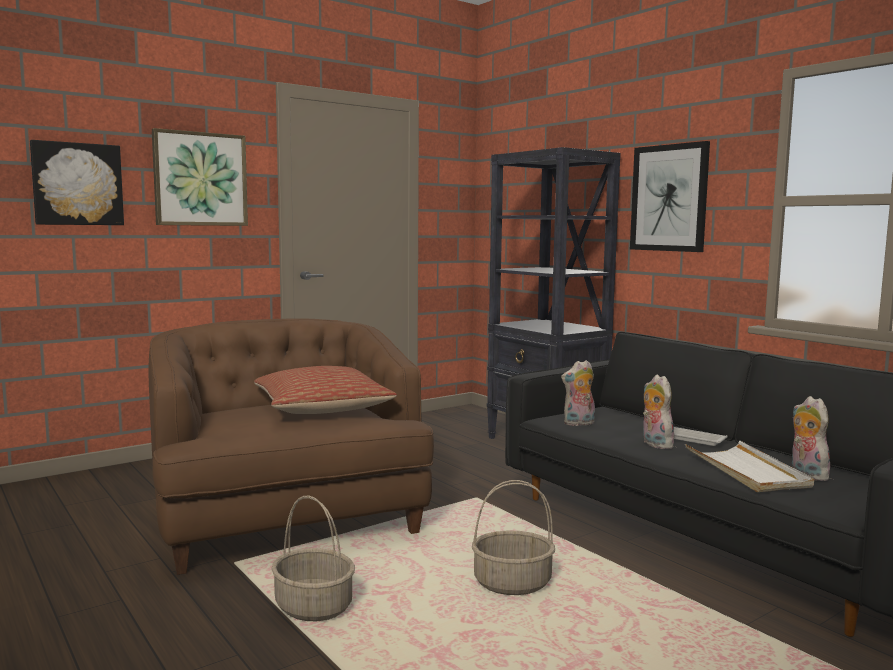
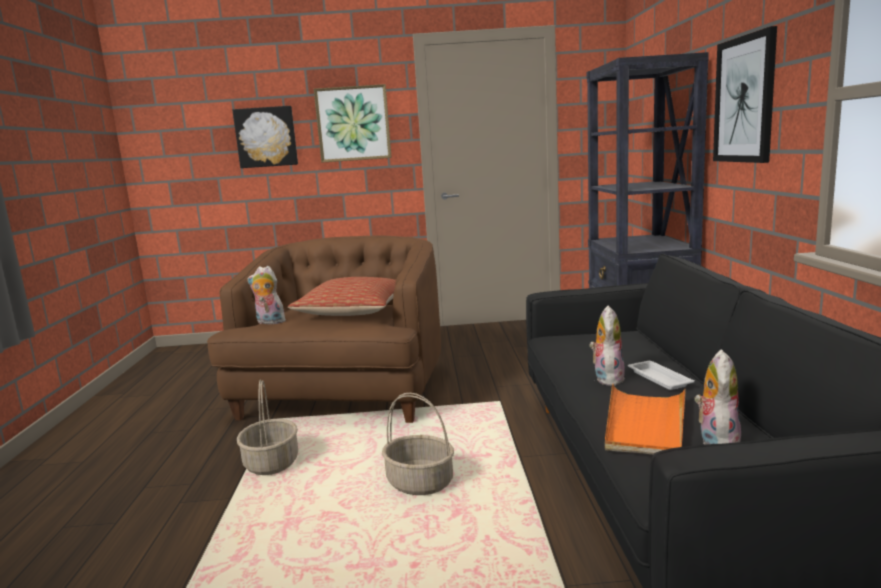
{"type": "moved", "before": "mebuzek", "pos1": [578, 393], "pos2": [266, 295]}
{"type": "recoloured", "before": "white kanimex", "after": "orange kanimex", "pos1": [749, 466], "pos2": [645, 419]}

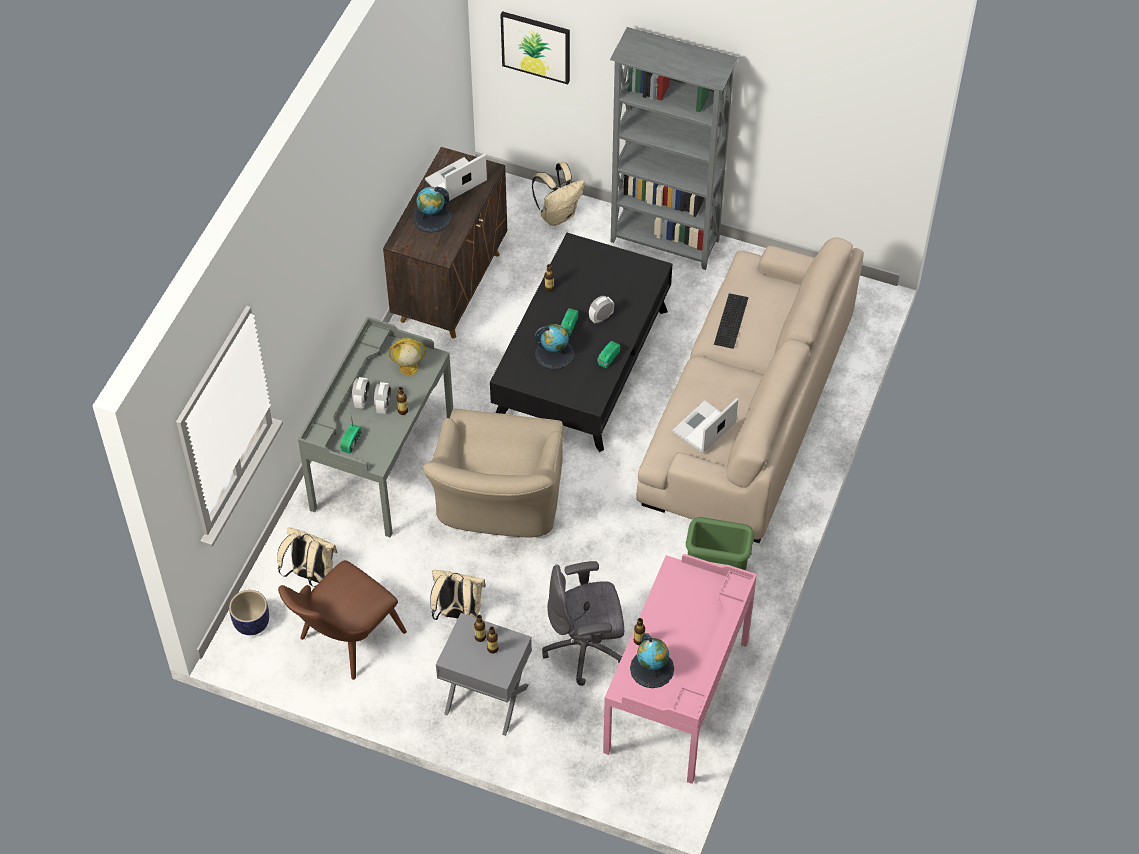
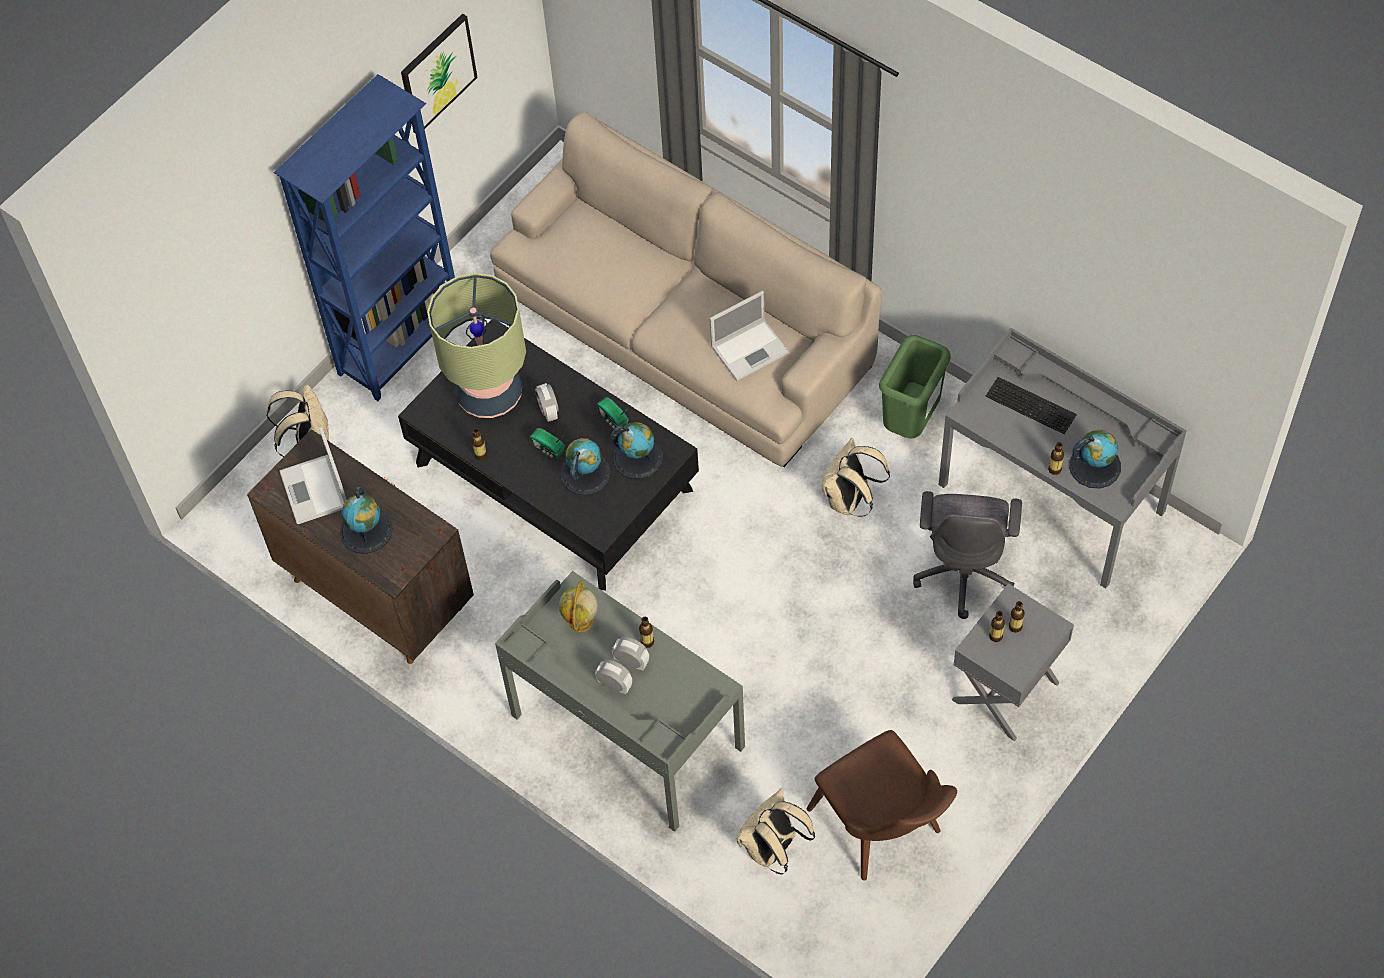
{"type": "removed", "before": "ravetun", "pos1": [249, 612]}
{"type": "removed", "before": "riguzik", "pos1": [351, 434]}
{"type": "removed", "before": "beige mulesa", "pos1": [493, 473]}
{"type": "added", "after": "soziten", "pos2": [476, 345]}
{"type": "added", "after": "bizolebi", "pos2": [637, 450]}
{"type": "moved", "before": "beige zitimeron", "pos1": [458, 595], "pos2": [856, 477]}
{"type": "moved", "before": "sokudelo", "pos1": [535, 47], "pos2": [439, 73]}
{"type": "moved", "before": "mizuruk", "pos1": [731, 321], "pos2": [1031, 405]}
{"type": "recoloured", "before": "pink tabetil", "after": "grey tabetil", "pos1": [680, 669], "pos2": [1062, 458]}
{"type": "recoloured", "before": "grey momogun", "after": "blue momogun", "pos1": [674, 148], "pos2": [364, 237]}
{"type": "turned", "before": "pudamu", "pos1": [705, 425], "pos2": [749, 336], "turn": -90}

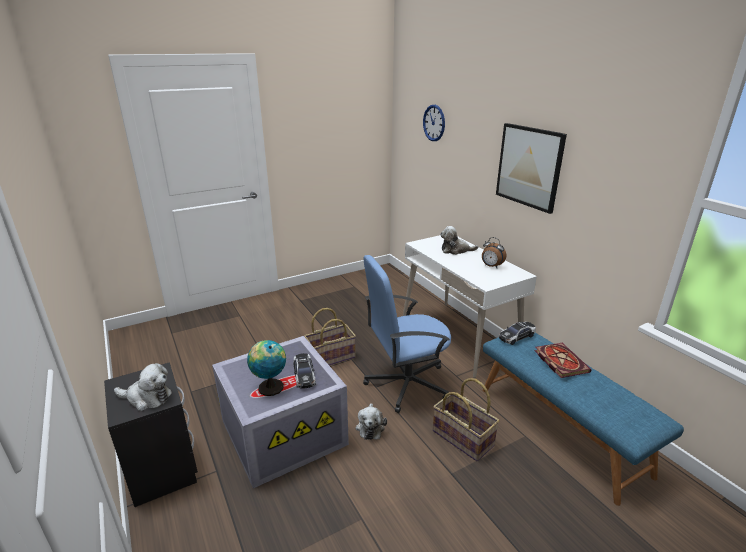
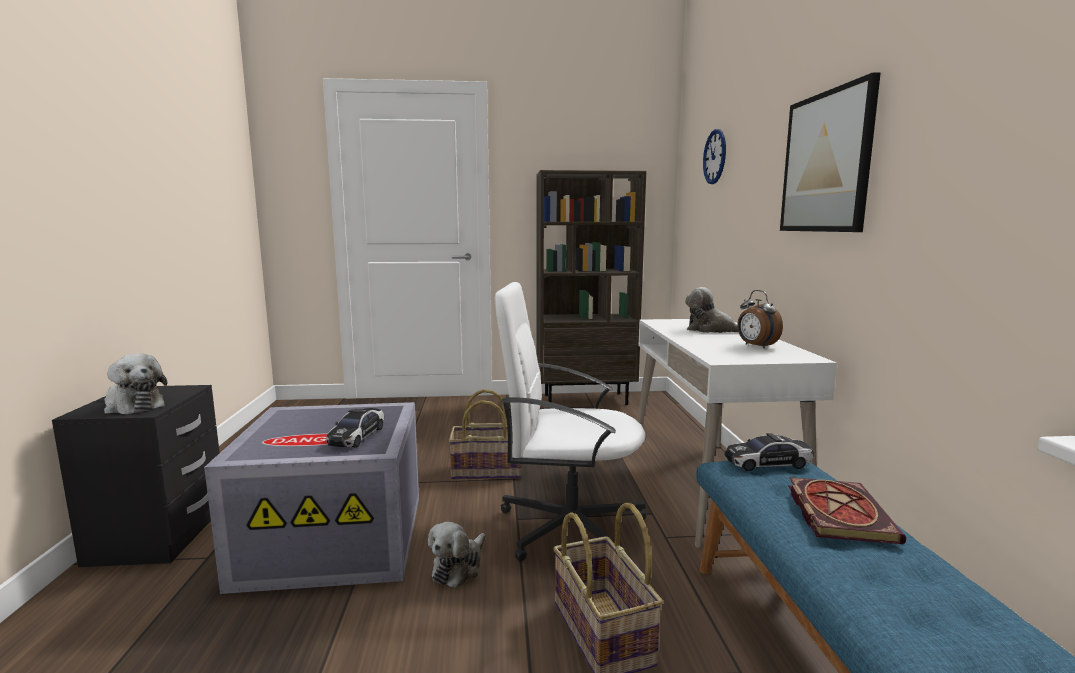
{"type": "removed", "before": "bizolebi", "pos1": [266, 368]}
{"type": "added", "after": "brown momogun", "pos2": [591, 287]}
{"type": "recoloured", "before": "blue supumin", "after": "white supumin", "pos1": [407, 334], "pos2": [570, 421]}

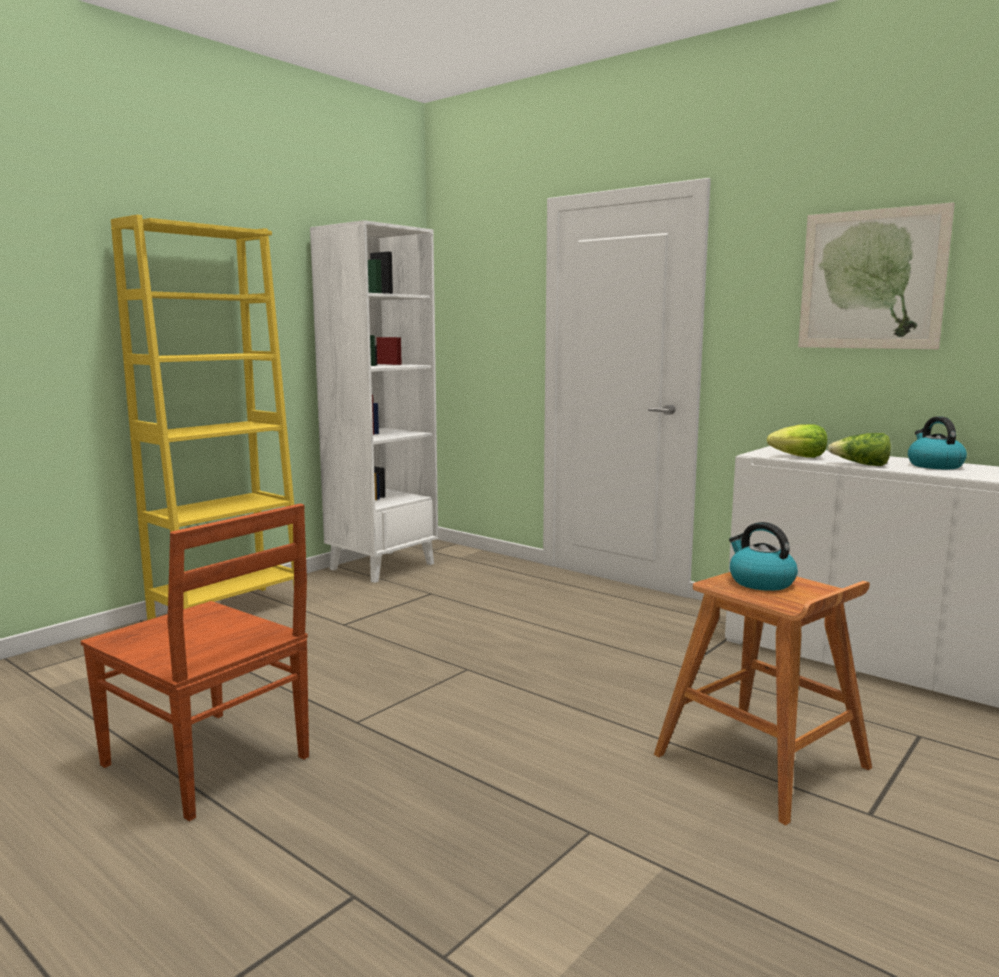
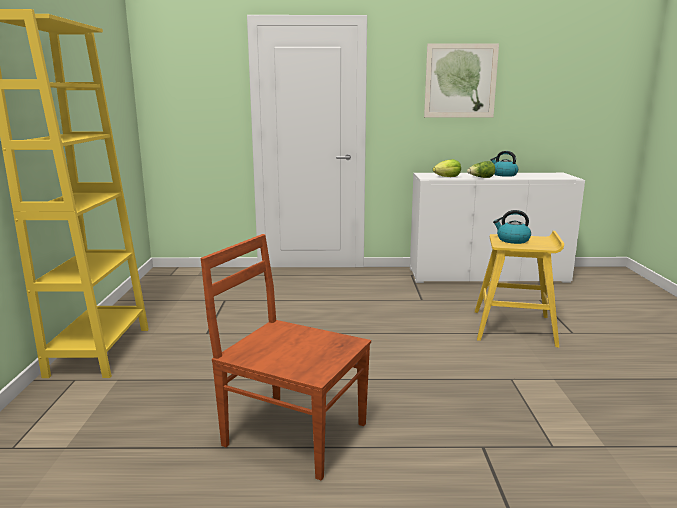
{"type": "removed", "before": "white momogun", "pos1": [374, 401]}
{"type": "recoloured", "before": "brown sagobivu", "after": "yellow sagobivu", "pos1": [763, 698], "pos2": [519, 289]}
{"type": "turned", "before": "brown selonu", "pos1": [195, 662], "pos2": [285, 357], "turn": -150}

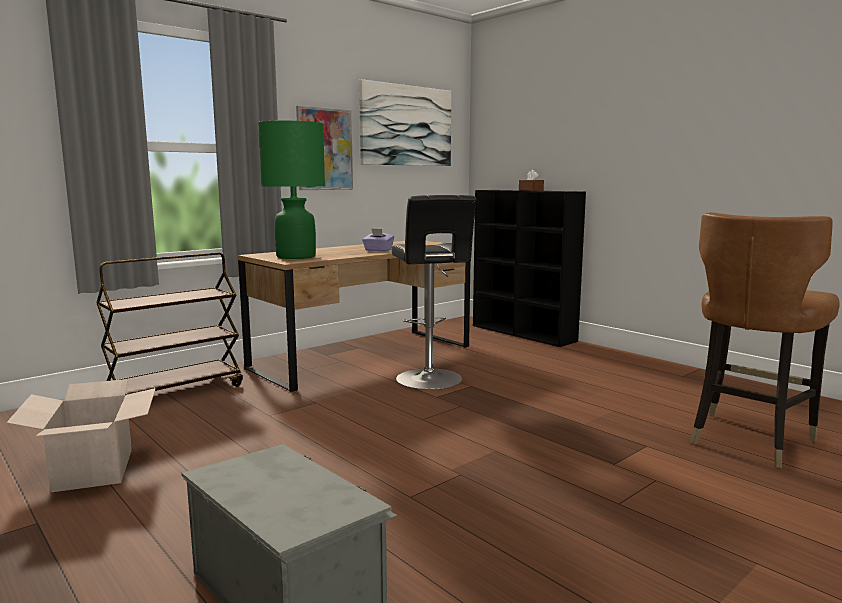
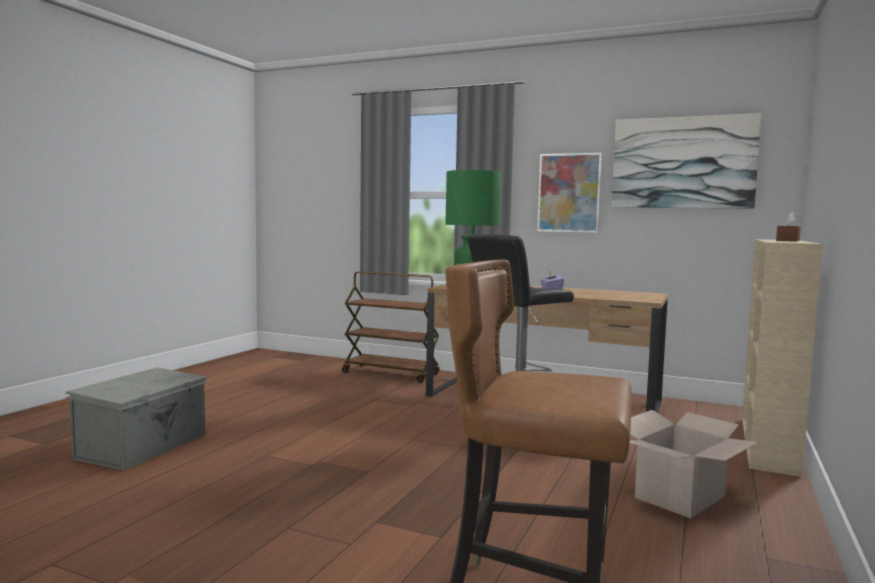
{"type": "moved", "before": "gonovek", "pos1": [81, 435], "pos2": [694, 464]}
{"type": "recoloured", "before": "black momogun", "after": "beige momogun", "pos1": [529, 268], "pos2": [782, 358]}

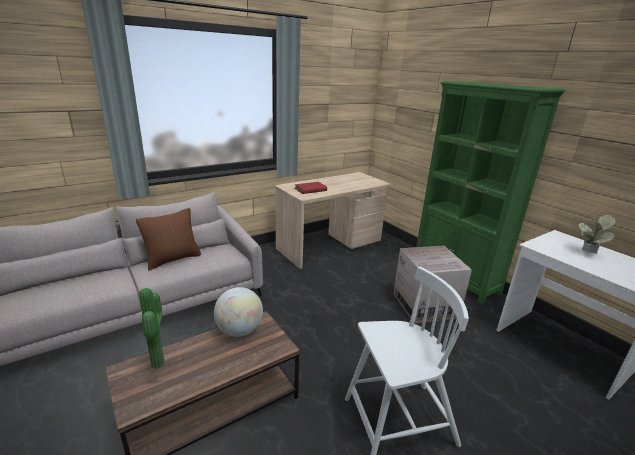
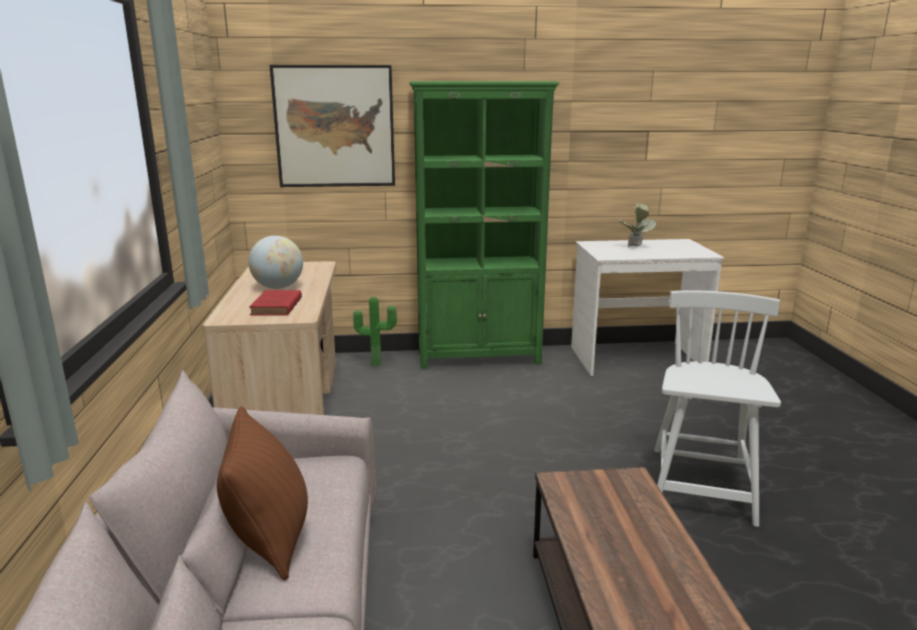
{"type": "removed", "before": "gonovek", "pos1": [432, 284]}
{"type": "added", "after": "sokudelo", "pos2": [332, 126]}
{"type": "moved", "before": "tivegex", "pos1": [152, 328], "pos2": [375, 332]}
{"type": "moved", "before": "bizolebi", "pos1": [238, 312], "pos2": [275, 262]}

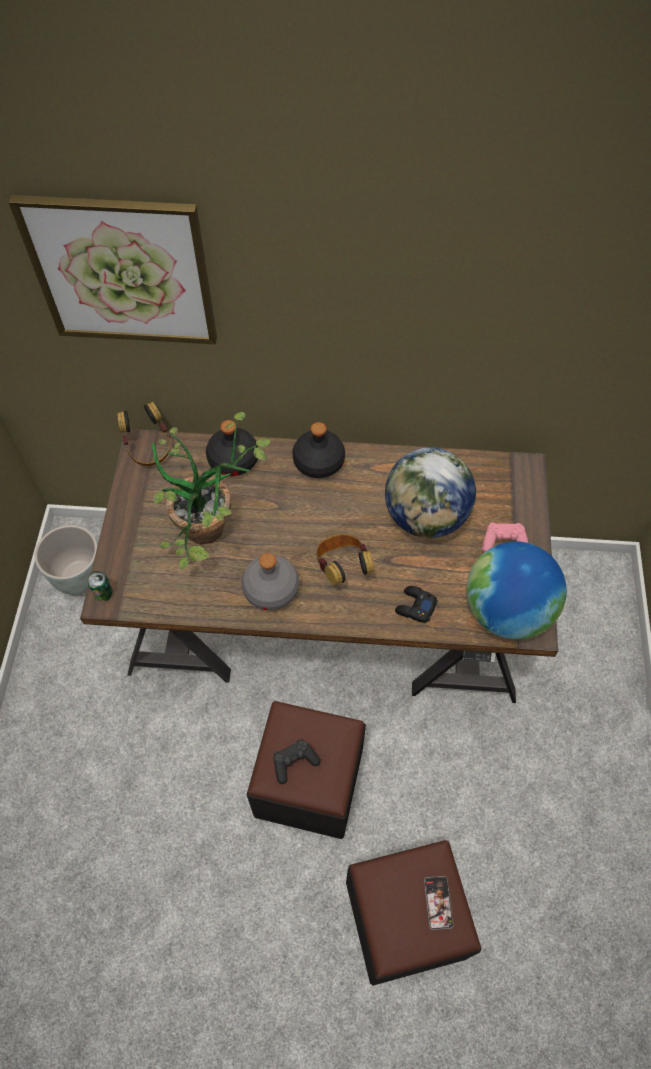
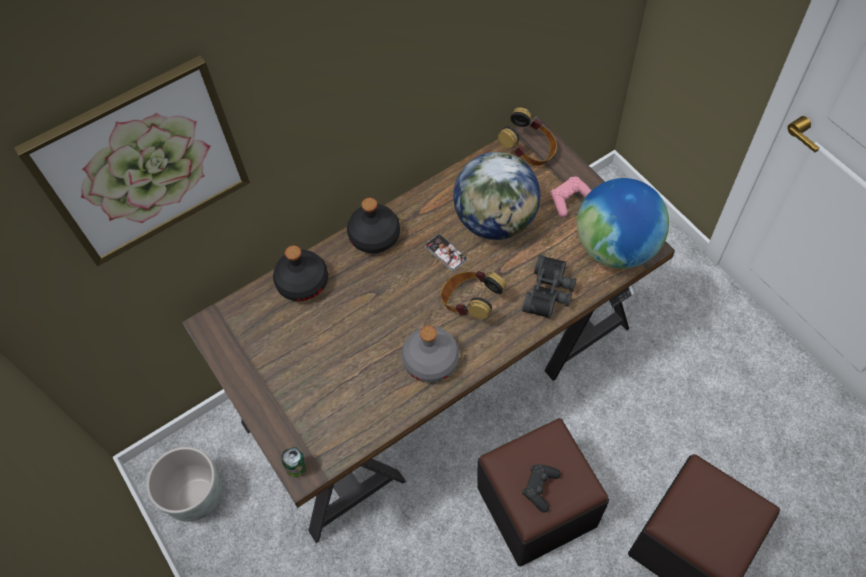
{"type": "removed", "before": "tivegex", "pos1": [211, 490]}
{"type": "moved", "before": "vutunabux", "pos1": [143, 434], "pos2": [527, 136]}
{"type": "moved", "before": "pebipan", "pos1": [438, 903], "pos2": [446, 252]}
{"type": "replaced", "before": "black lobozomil", "after": "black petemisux", "pos1": [416, 604], "pos2": [549, 287]}

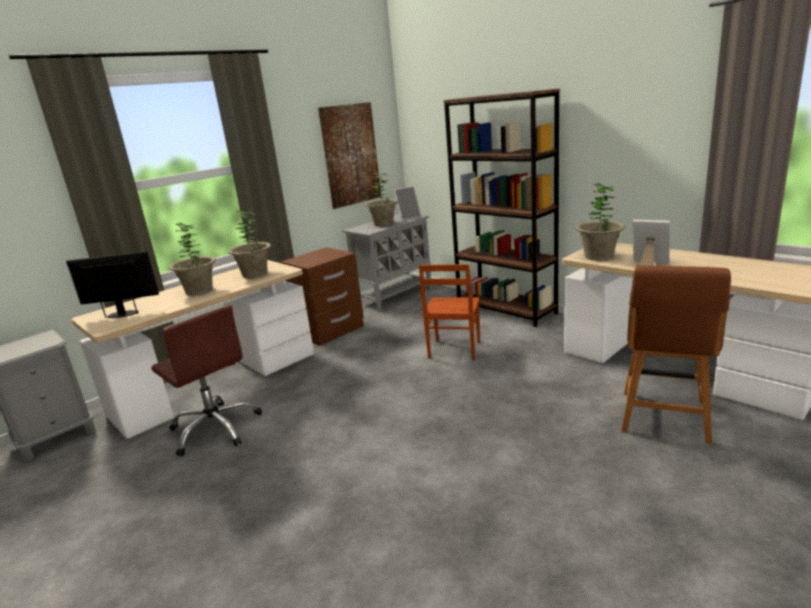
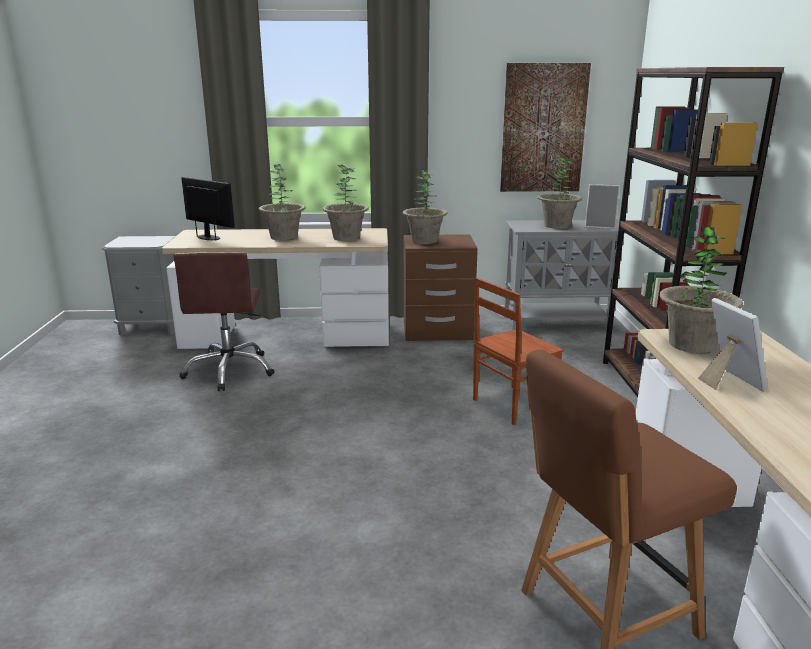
{"type": "added", "after": "tivegex", "pos2": [425, 207]}

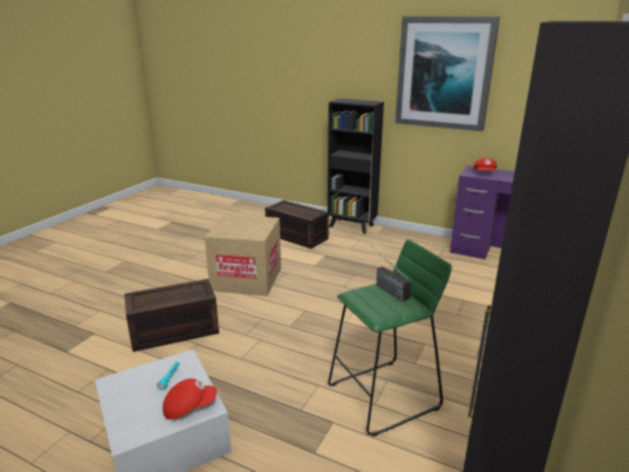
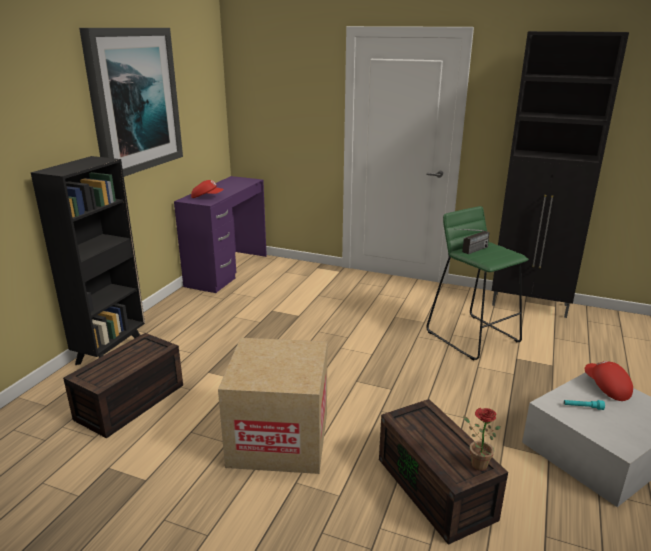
{"type": "added", "after": "tivegex", "pos2": [482, 439]}

